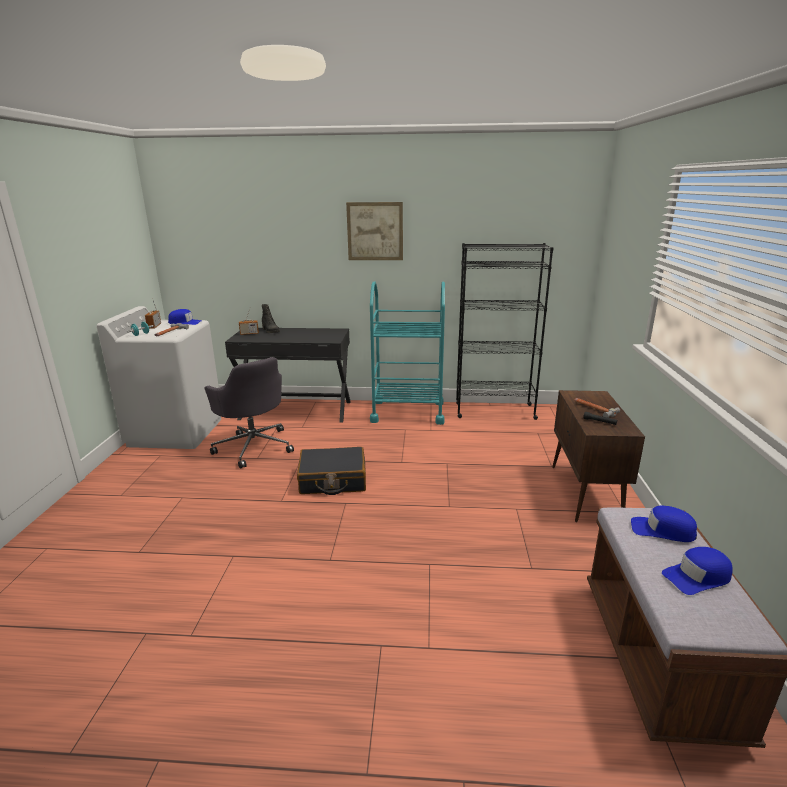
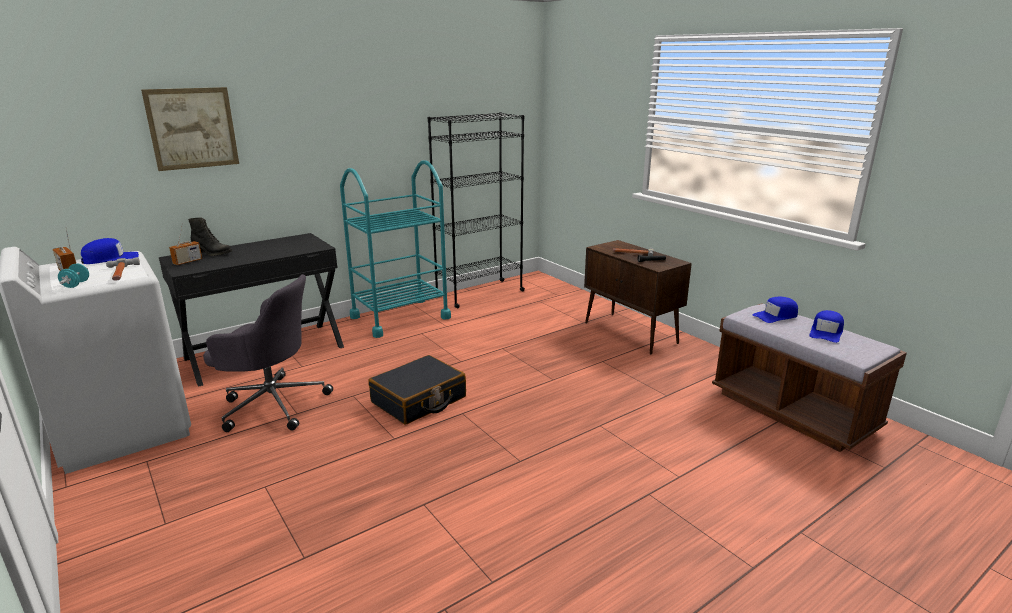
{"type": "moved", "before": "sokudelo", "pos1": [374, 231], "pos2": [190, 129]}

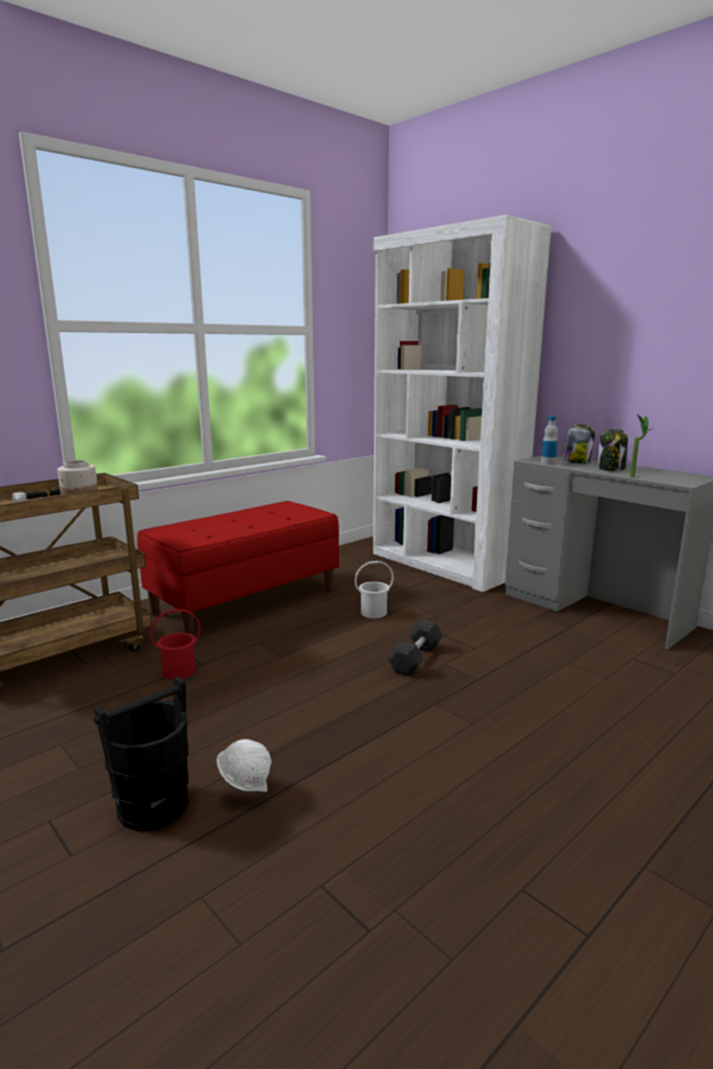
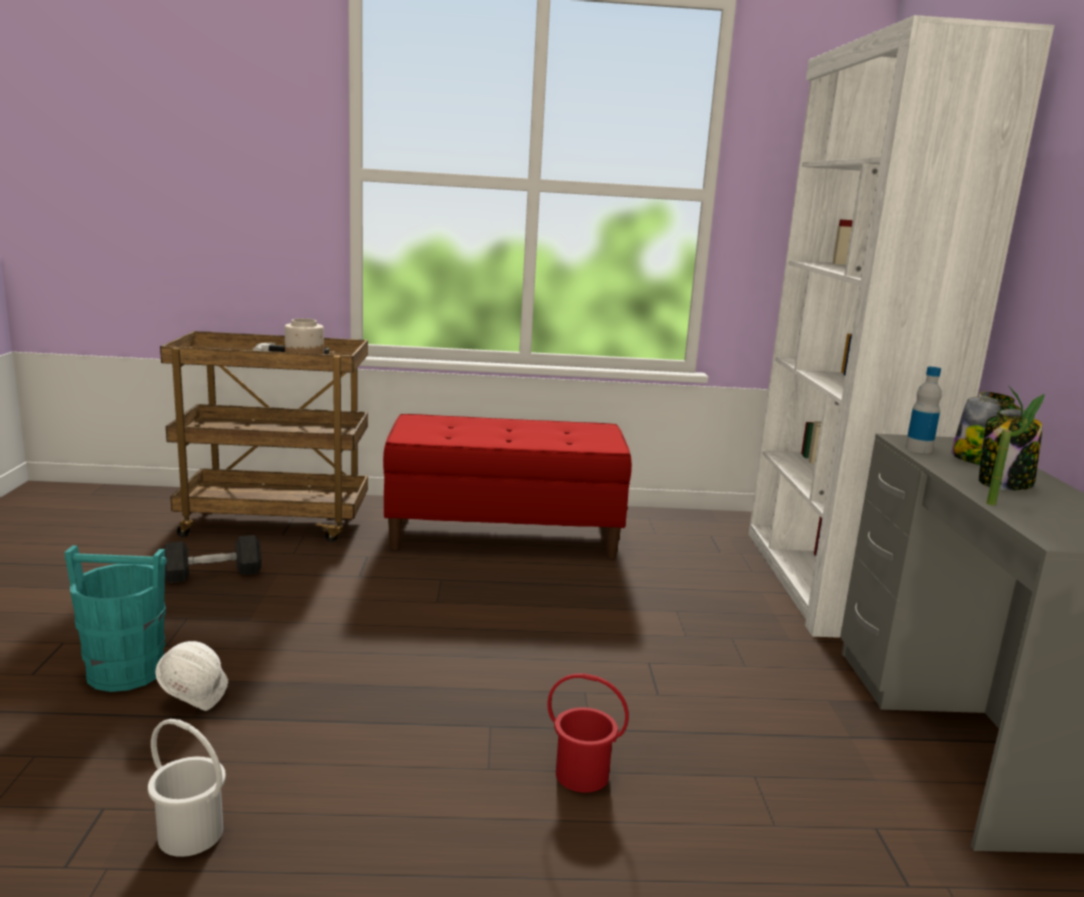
{"type": "moved", "before": "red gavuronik", "pos1": [175, 644], "pos2": [588, 733]}
{"type": "moved", "before": "white gavuronik", "pos1": [374, 589], "pos2": [187, 788]}
{"type": "moved", "before": "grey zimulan", "pos1": [415, 648], "pos2": [212, 559]}
{"type": "recoloured", "before": "black gavuronik", "after": "turquoise gavuronik", "pos1": [140, 753], "pos2": [115, 618]}

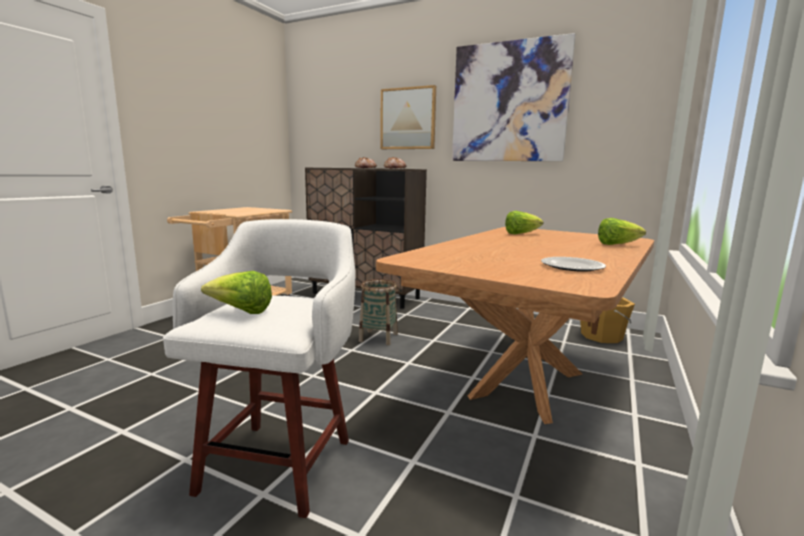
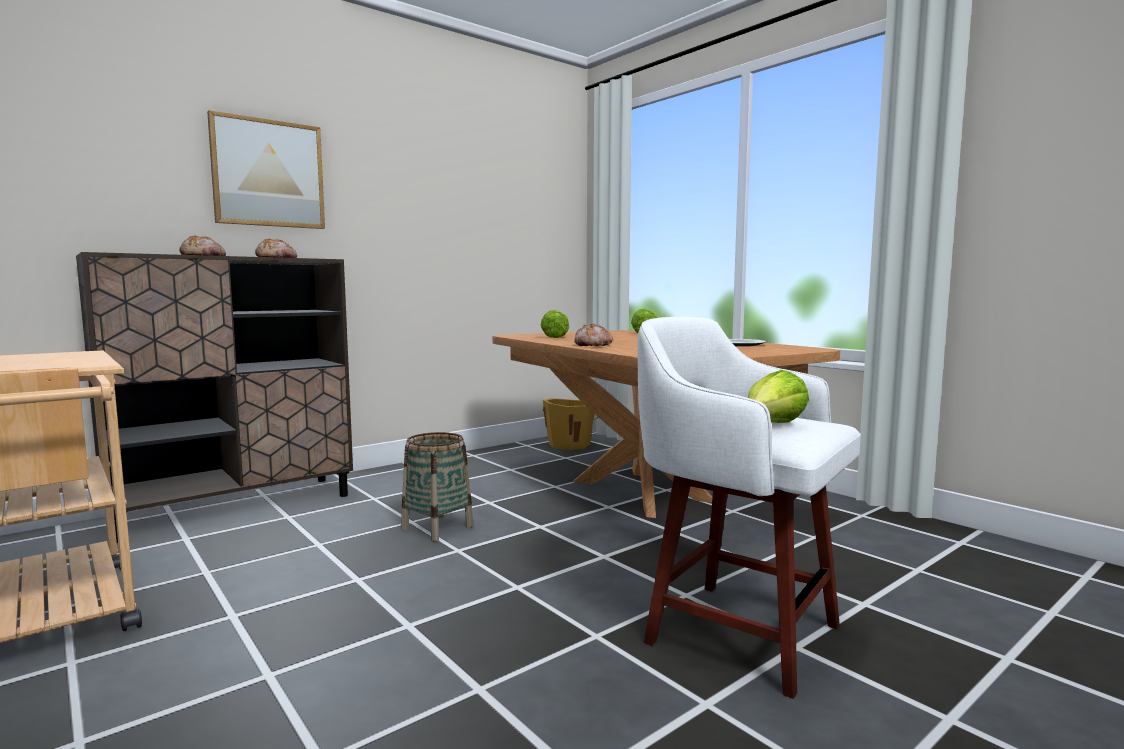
{"type": "removed", "before": "sokudelo", "pos1": [514, 97]}
{"type": "added", "after": "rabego", "pos2": [593, 334]}

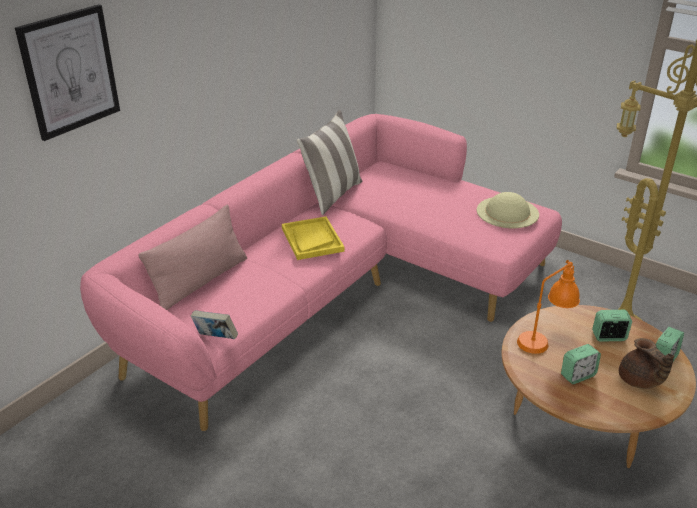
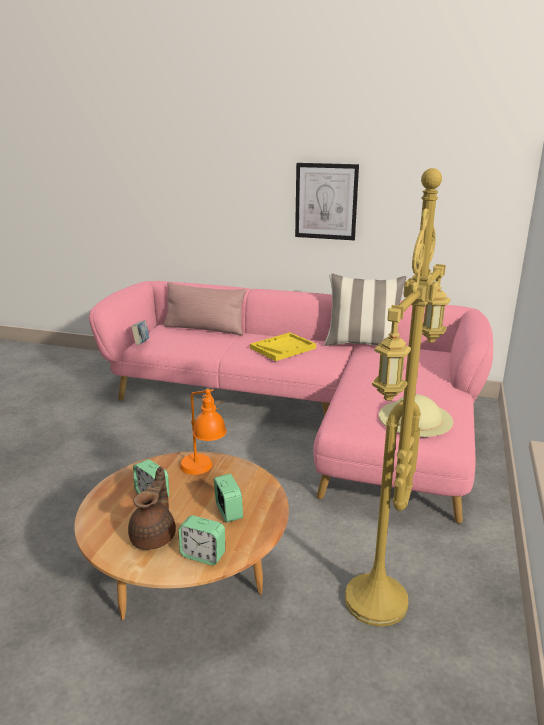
{"type": "moved", "before": "sokudelo", "pos1": [67, 72], "pos2": [327, 201]}
{"type": "turned", "before": "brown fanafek", "pos1": [646, 363], "pos2": [152, 508], "turn": 150}

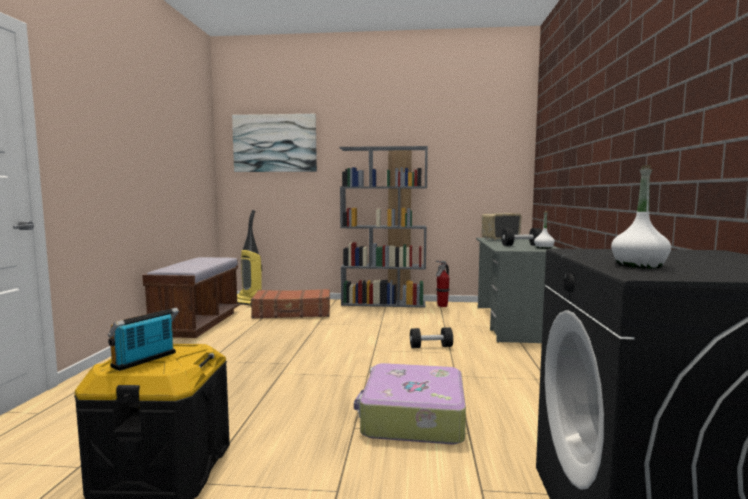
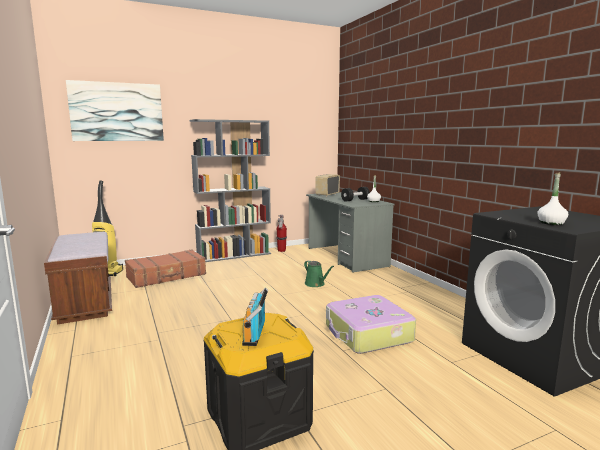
{"type": "replaced", "before": "black zimulan", "after": "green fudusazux", "pos1": [431, 337], "pos2": [319, 273]}

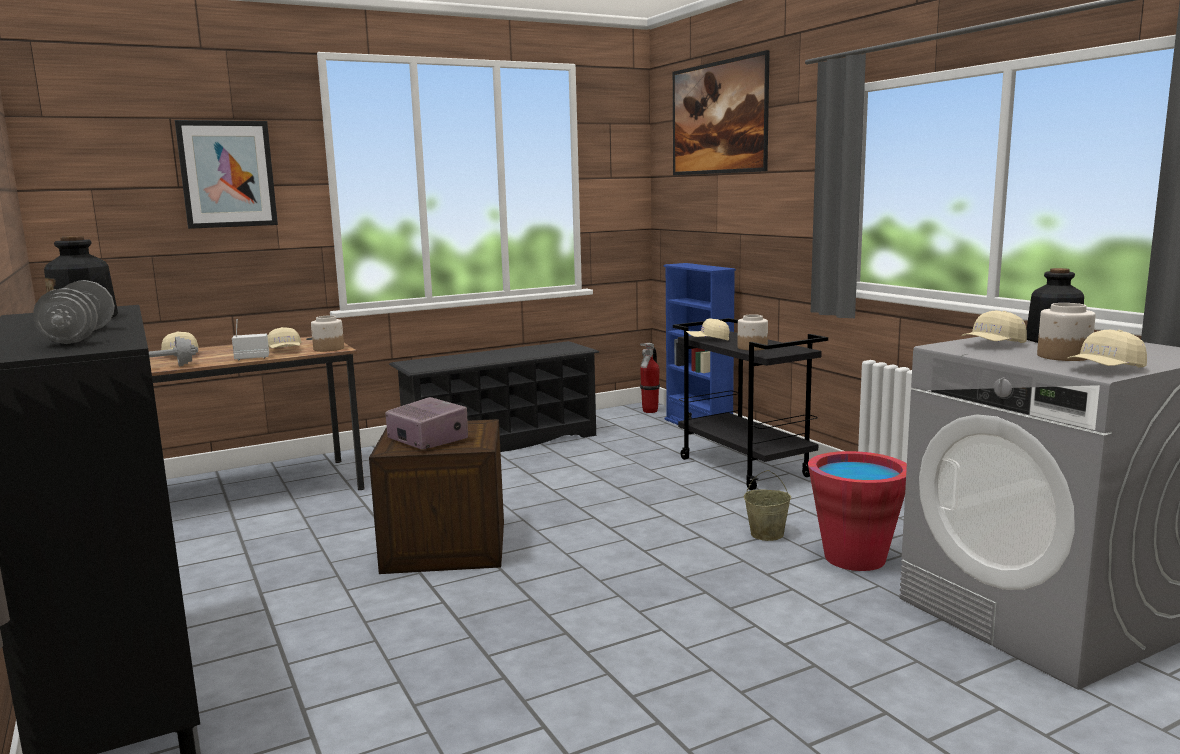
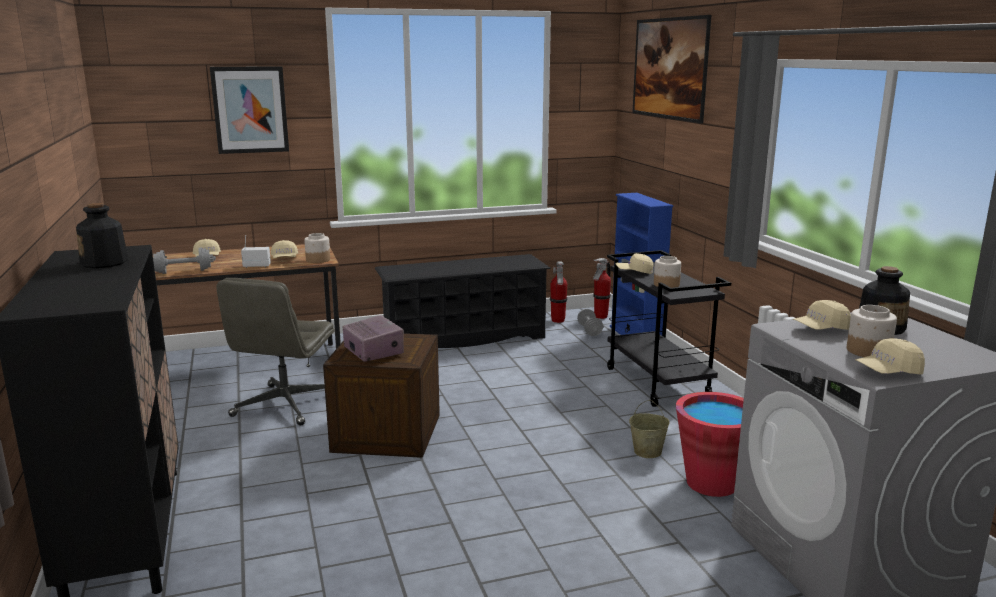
{"type": "added", "after": "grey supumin", "pos2": [276, 352]}
{"type": "added", "after": "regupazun", "pos2": [559, 292]}
{"type": "moved", "before": "grey zimulan", "pos1": [74, 312], "pos2": [590, 322]}

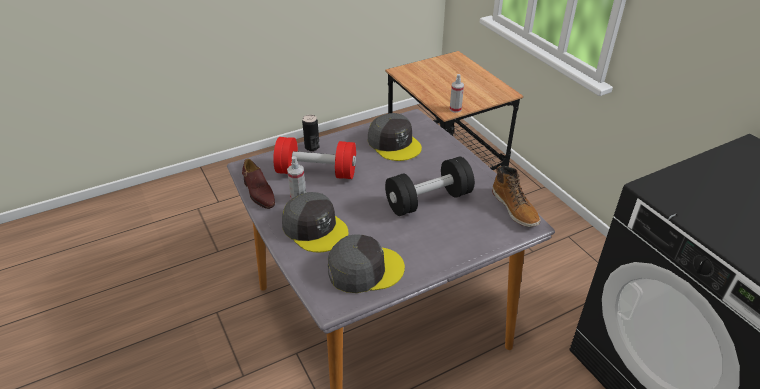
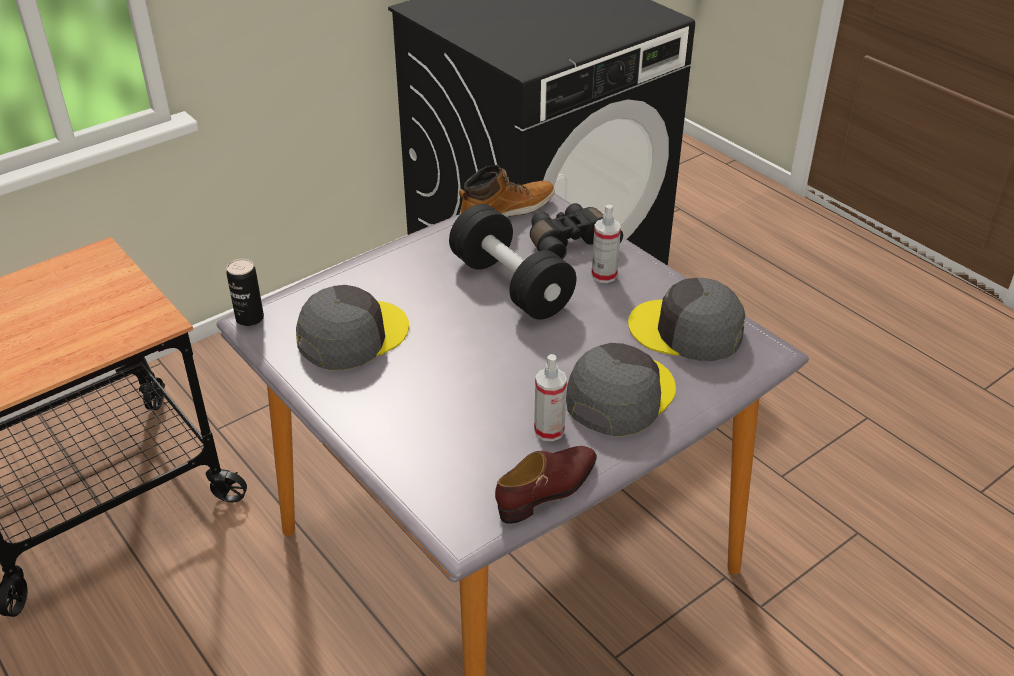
{"type": "removed", "before": "red zimulan", "pos1": [314, 158]}
{"type": "added", "after": "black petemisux", "pos2": [576, 231]}
{"type": "moved", "before": "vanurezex", "pos1": [311, 133], "pos2": [245, 292]}
{"type": "moved", "before": "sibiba", "pos1": [457, 93], "pos2": [606, 244]}
{"type": "turned", "before": "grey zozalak", "pos1": [366, 263], "pos2": [687, 319], "turn": -45}

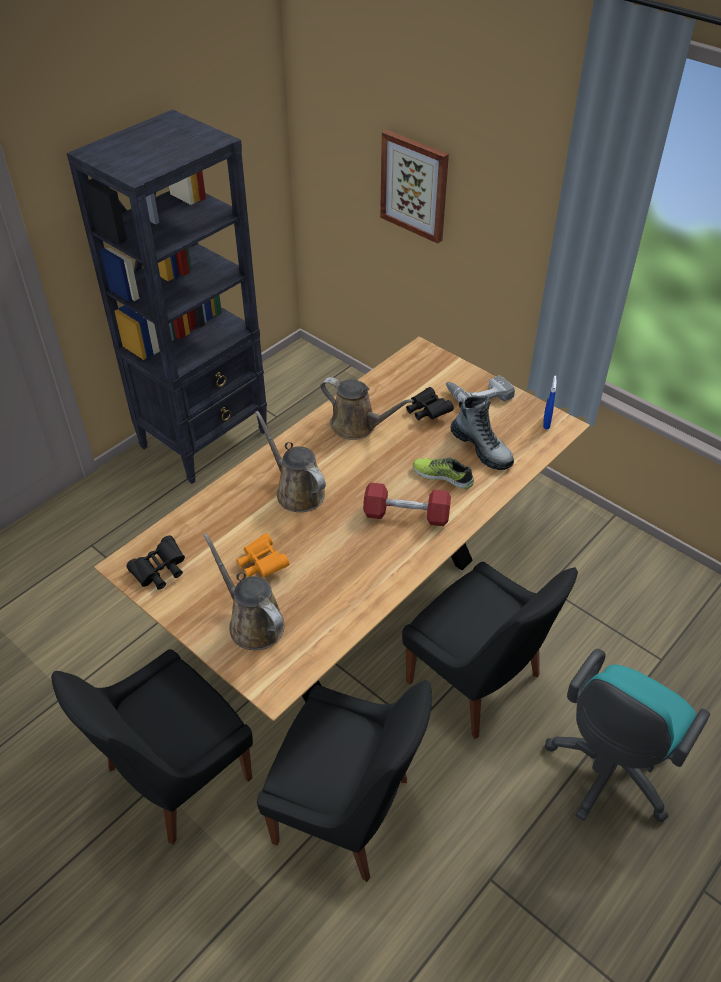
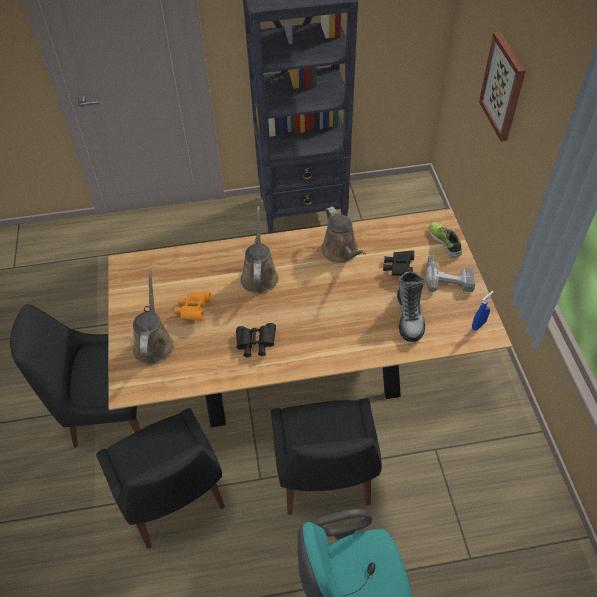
{"type": "removed", "before": "red zimulan", "pos1": [407, 504]}
{"type": "moved", "before": "black petemisux", "pos1": [155, 562], "pos2": [256, 340]}
{"type": "moved", "before": "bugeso", "pos1": [443, 473], "pos2": [445, 239]}

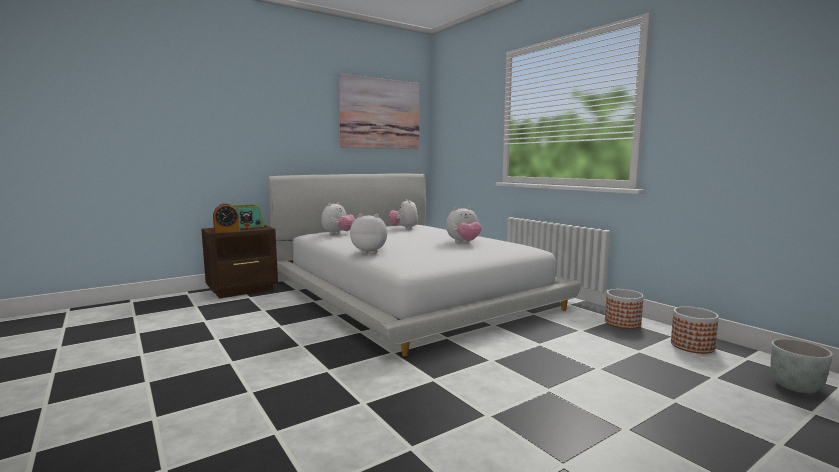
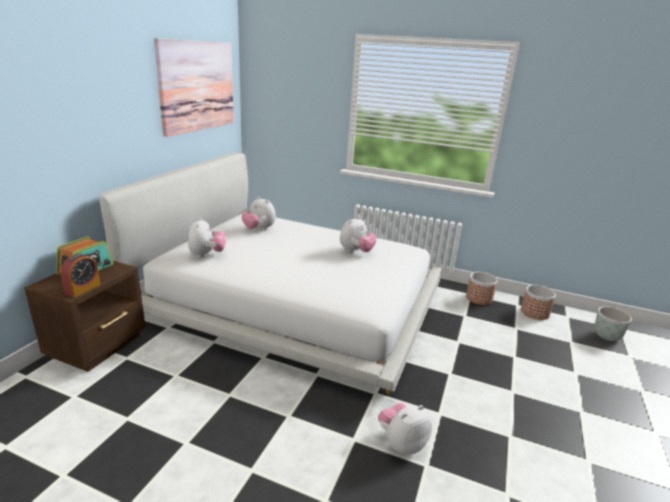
{"type": "moved", "before": "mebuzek", "pos1": [368, 234], "pos2": [405, 428]}

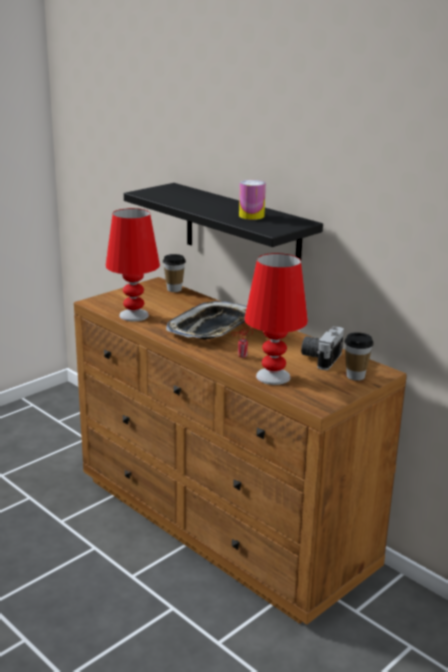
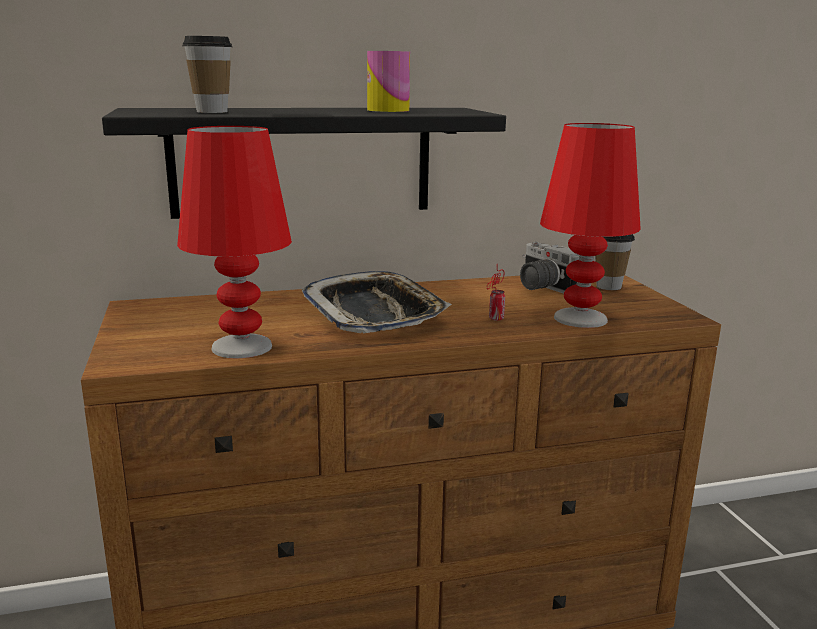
{"type": "moved", "before": "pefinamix", "pos1": [174, 273], "pos2": [207, 74]}

